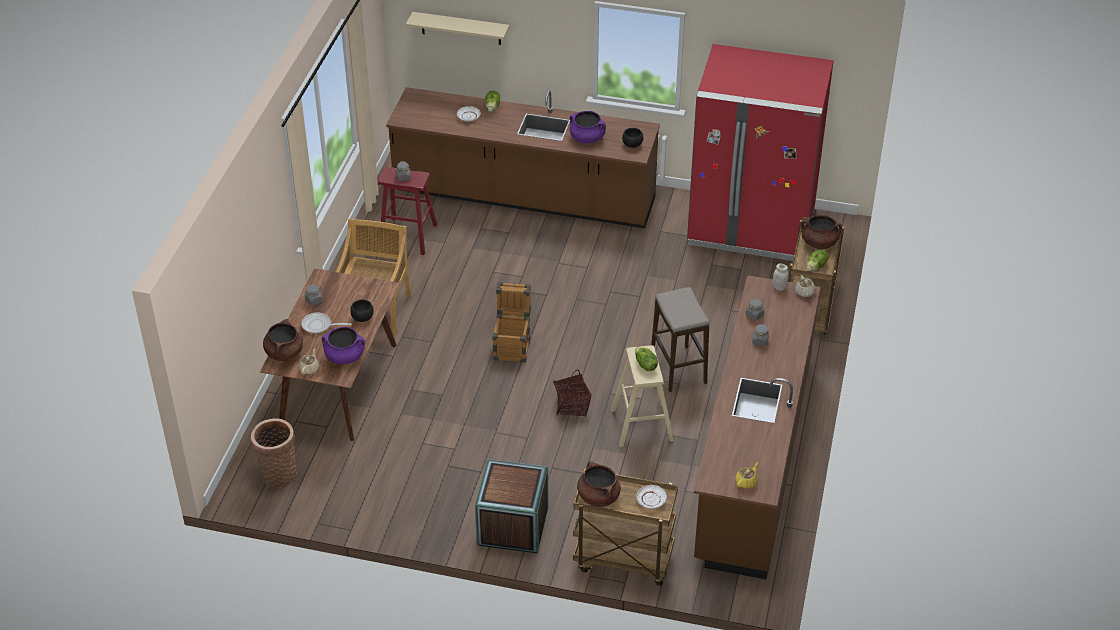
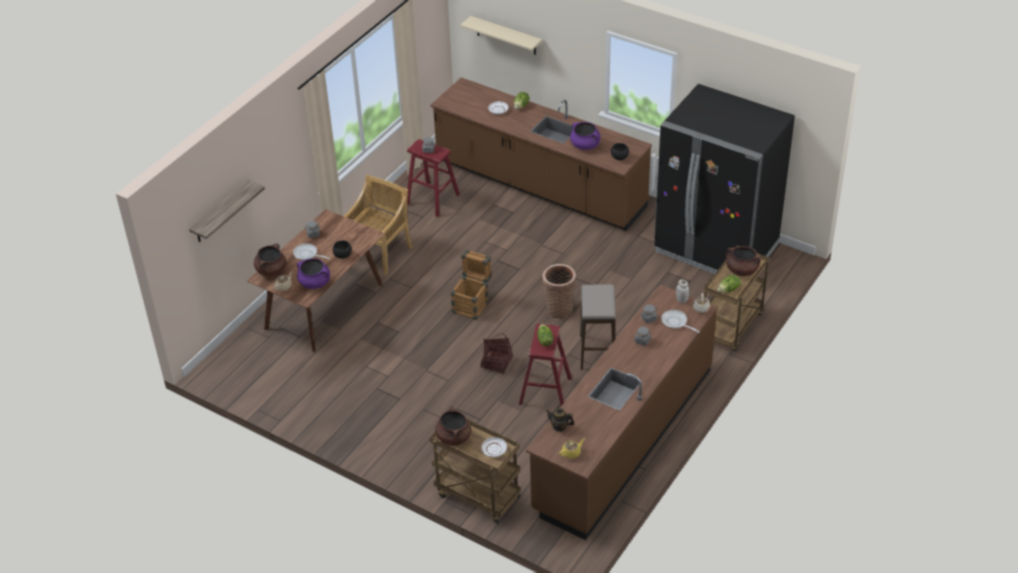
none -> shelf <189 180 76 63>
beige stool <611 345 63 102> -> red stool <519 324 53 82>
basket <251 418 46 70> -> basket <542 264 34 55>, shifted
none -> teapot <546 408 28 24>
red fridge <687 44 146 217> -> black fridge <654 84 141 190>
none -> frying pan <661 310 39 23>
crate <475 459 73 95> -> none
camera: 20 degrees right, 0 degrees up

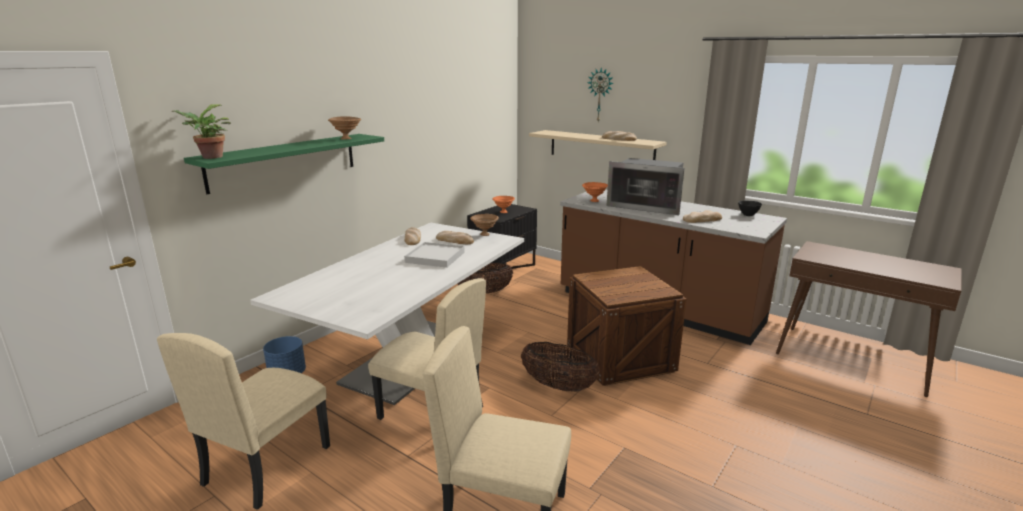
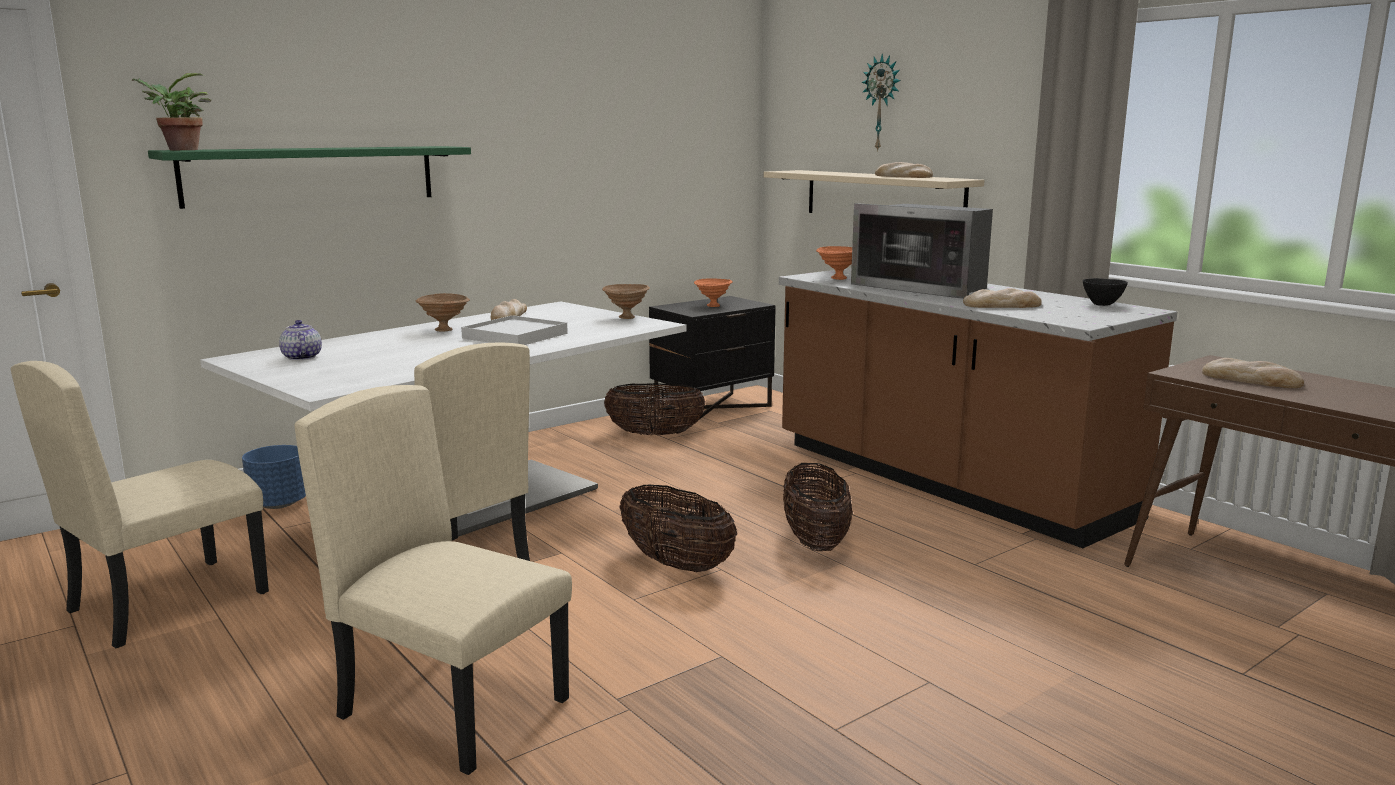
none -> teapot <279 320 43 41>
brown bowl <328 116 33 23> -> brown bowl <416 293 54 38>, shifted
crate <567 266 120 120> -> basket <783 463 70 88>
bread <436 231 38 13> -> bread <1202 358 102 30>, shifted
camera: 15 degrees right, 5 degrees down

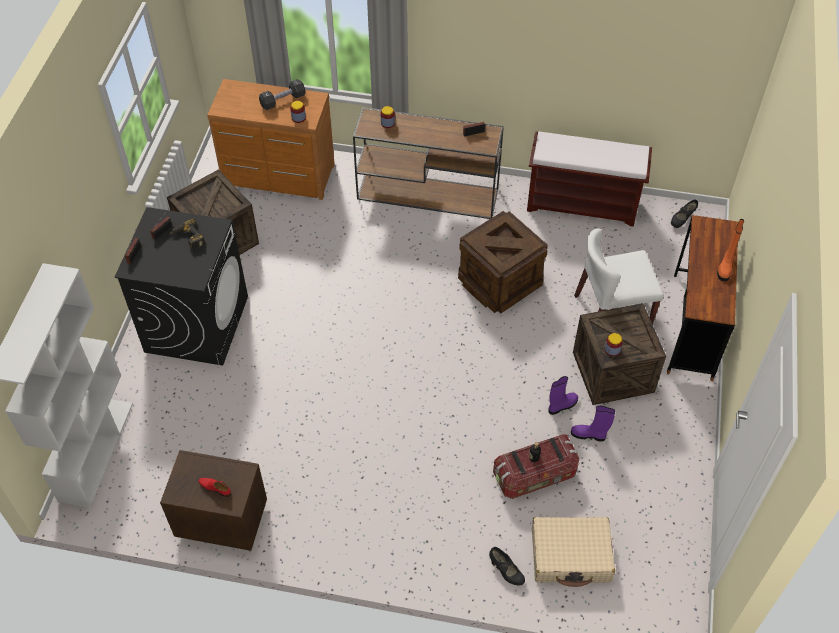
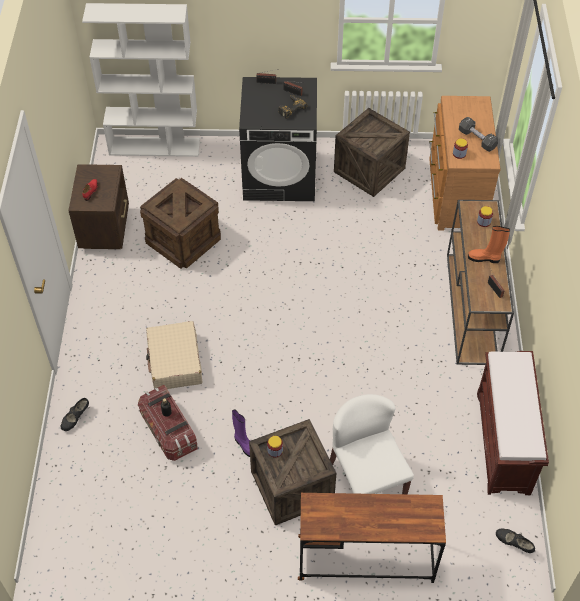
crate <458 211 90 102> -> crate <140 178 81 91>, shifted
beige suitcase <532 517 83 70> -> beige suitcase <146 321 56 68>, shifted
orange boot <717 219 27 62> -> orange boot <468 226 42 37>, shifted
purple boot <571 406 44 35> -> none
camera: 80 degrees right, 0 degrees up

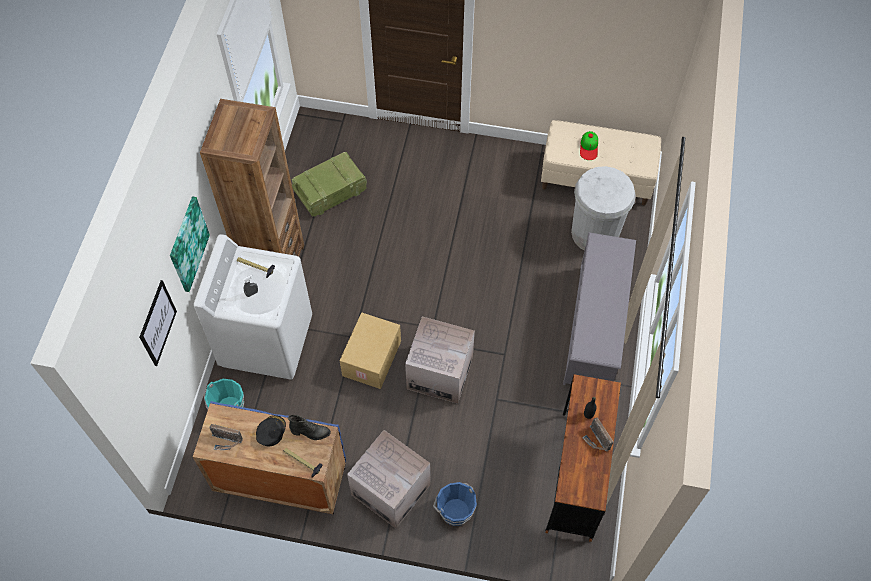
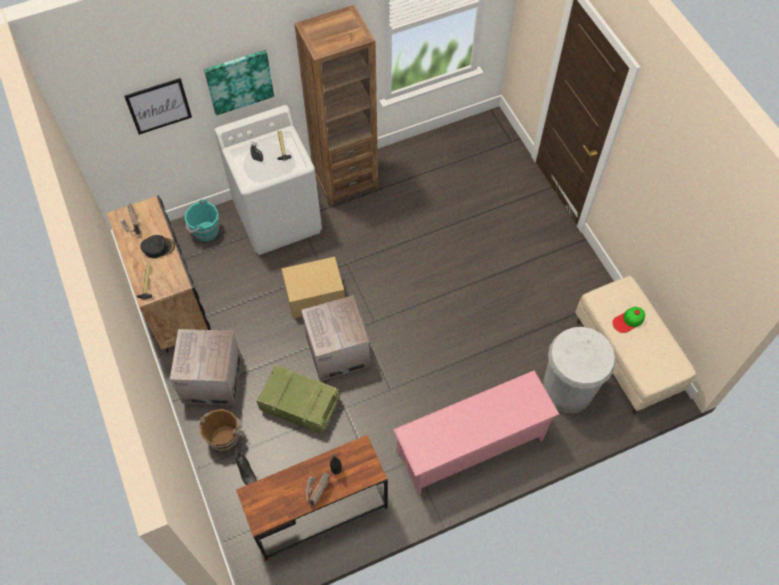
blue cabinet <193 401 153 113> -> black cabinet <107 195 104 158>
blue bucket <433 482 44 44> -> brown bucket <200 409 42 43>
black boot <288 415 43 25> -> black boot <235 448 22 37>, shifted
crate <292 152 75 65> -> crate <257 365 83 69>, shifted
grey shoe rack <563 232 73 153> -> pink shoe rack <393 370 167 124>
camera: 55 degrees right, 0 degrees up

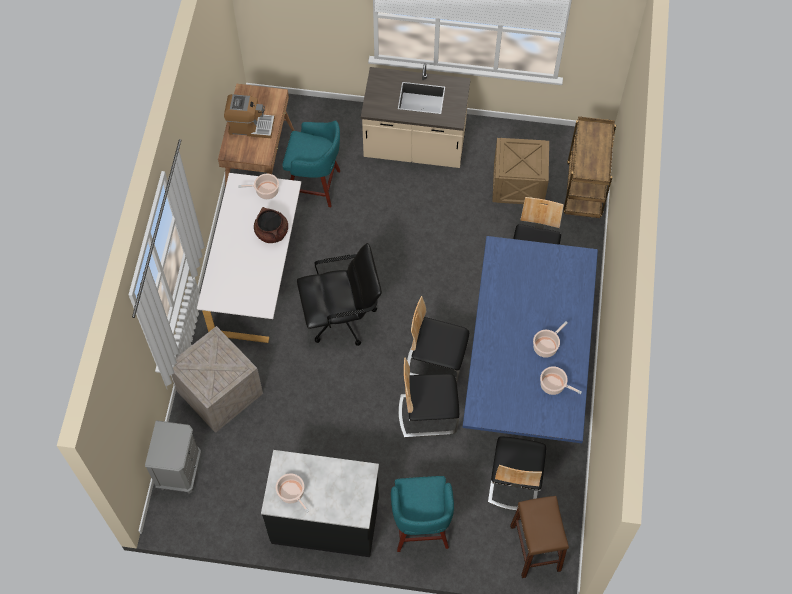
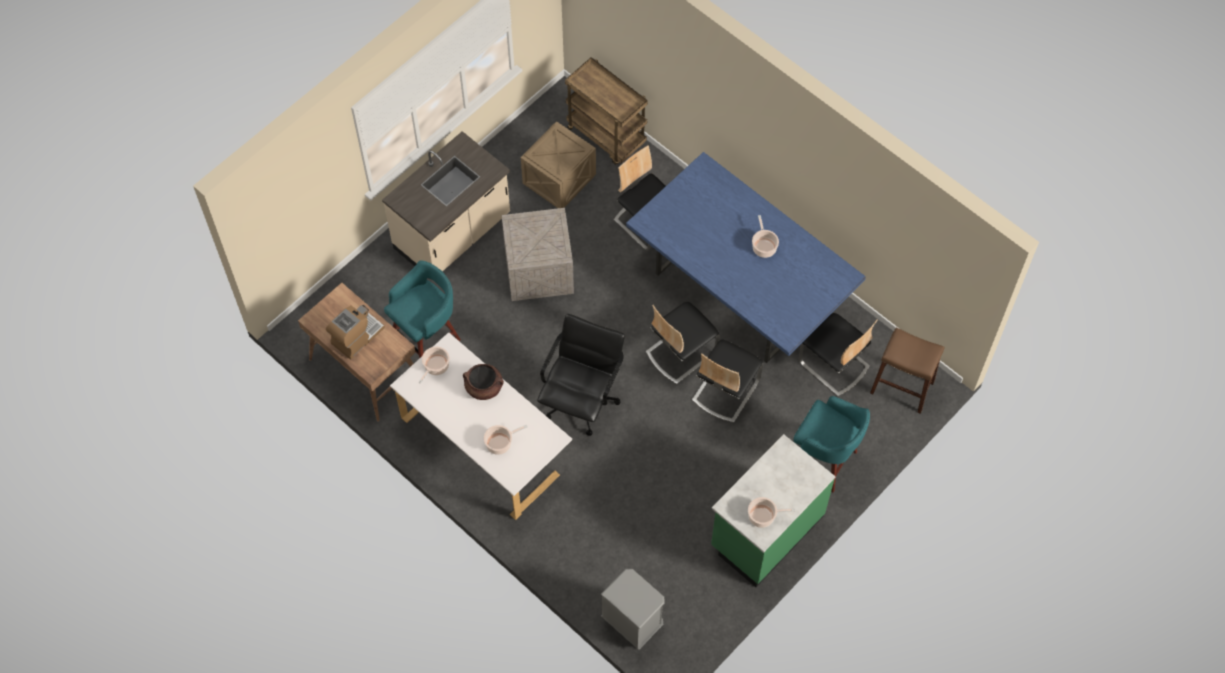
cooking pot <540 366 42 29> -> cooking pot <484 425 44 30>, shifted
crate <171 326 92 107> -> crate <502 208 72 93>, shifted
black counter <261 450 118 107> -> green counter <711 434 124 153>
camera: 55 degrees left, 0 degrees up

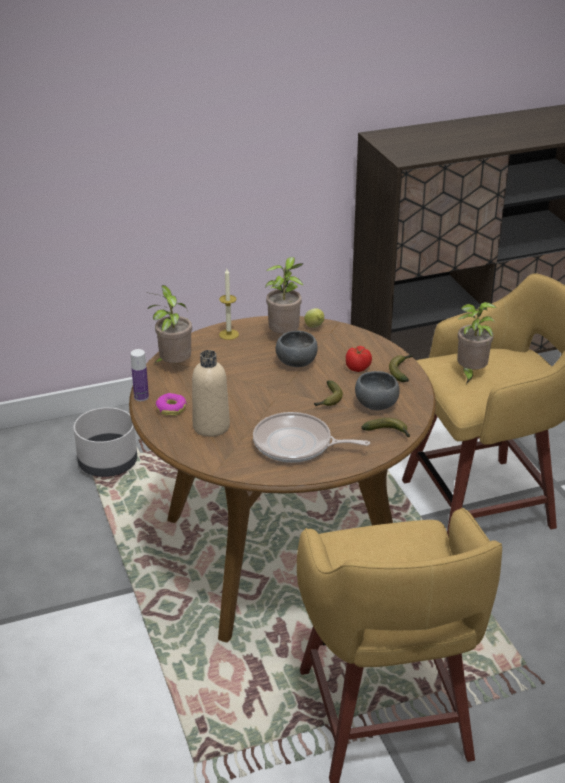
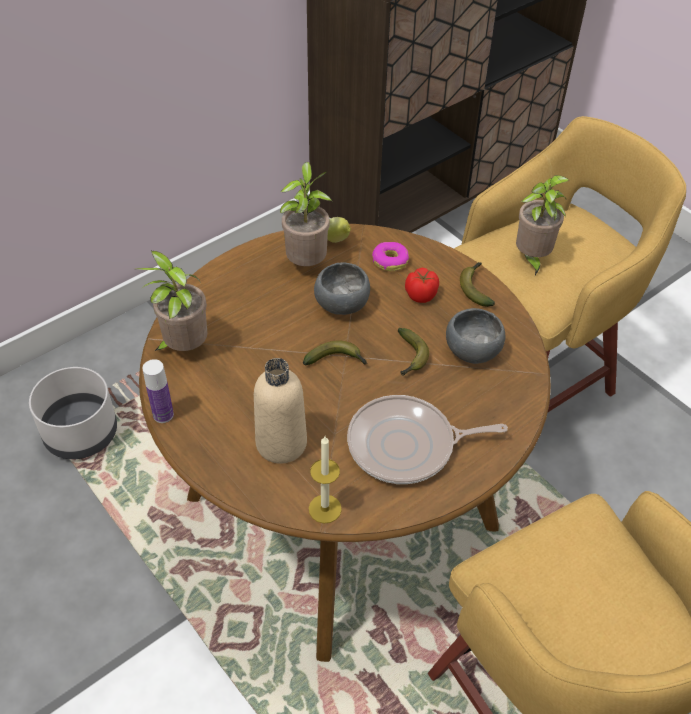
banana <361 418 49 19> -> banana <303 341 64 25>, shifted
candle <219 269 20 71> -> candle <309 436 33 87>, shifted
donut <155 393 32 23> -> donut <372 242 37 29>, shifted
camera: 20 degrees left, 15 degrees up

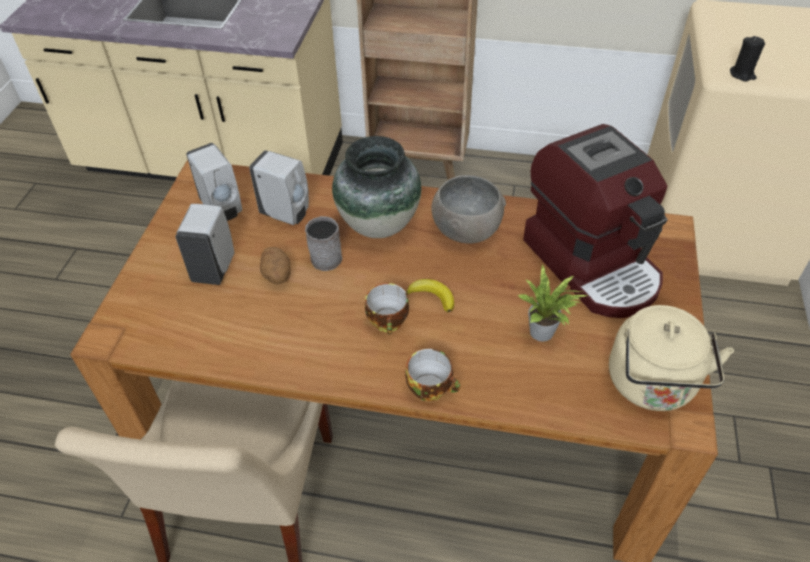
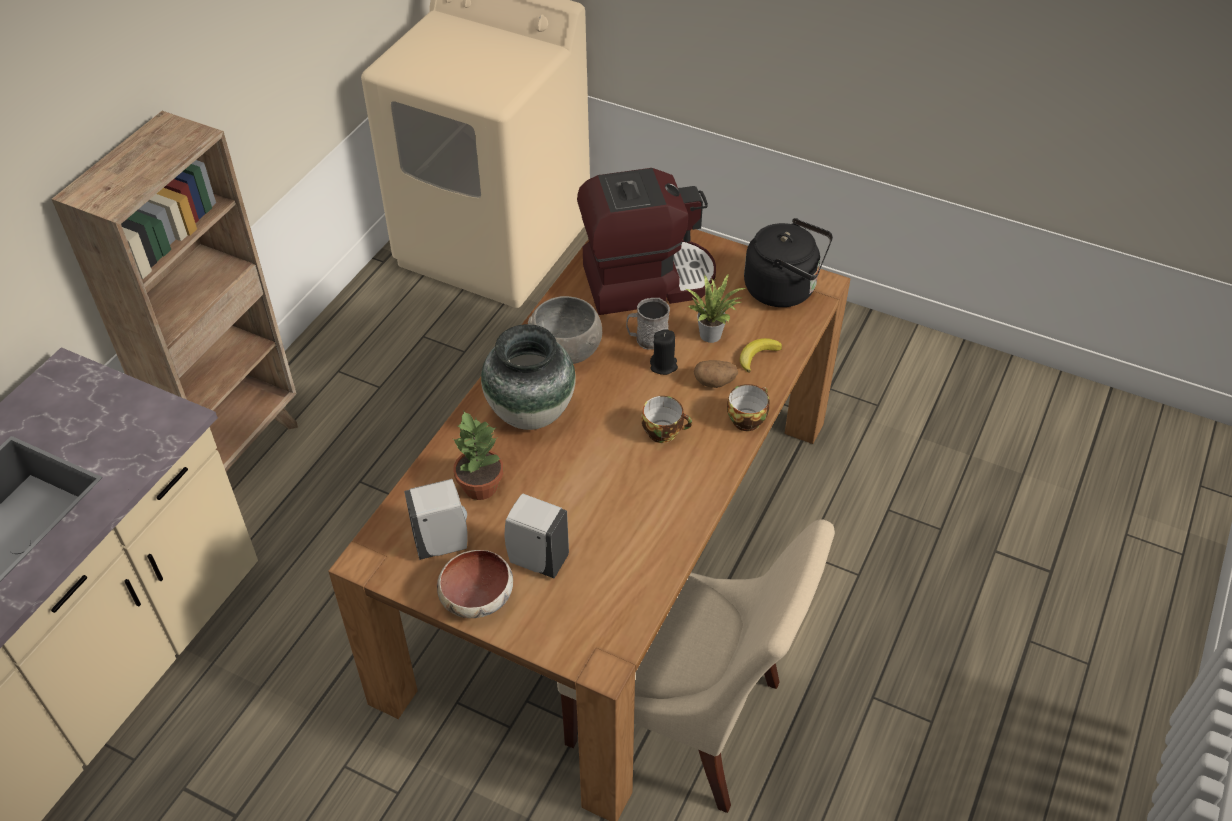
none -> bowl <437 550 76 68>
white soap dispenser <249 150 60 75> -> potted plant <453 410 50 90>
grey mug <305 216 37 55> -> grey mug <626 298 44 51>, shifted
black candle <730 36 35 46> -> black candle <650 329 28 46>, shifted
potato <260 247 31 37> -> potato <694 360 44 28>, shifted
banana <406 279 48 34> -> banana <740 338 42 35>, shifted
beige kettle <609 305 125 106> -> black kettle <744 218 89 89>
camera: 75 degrees left, 0 degrees up

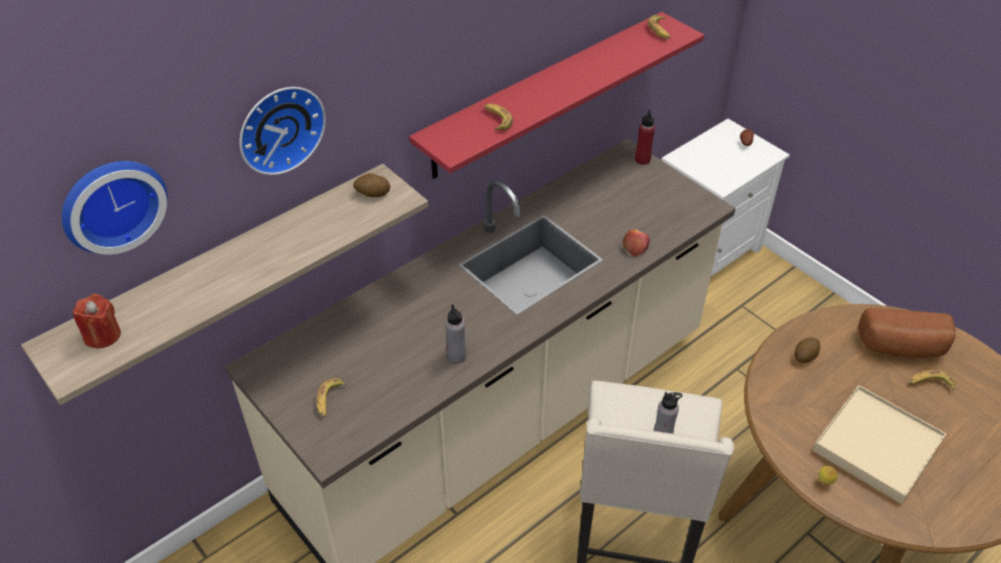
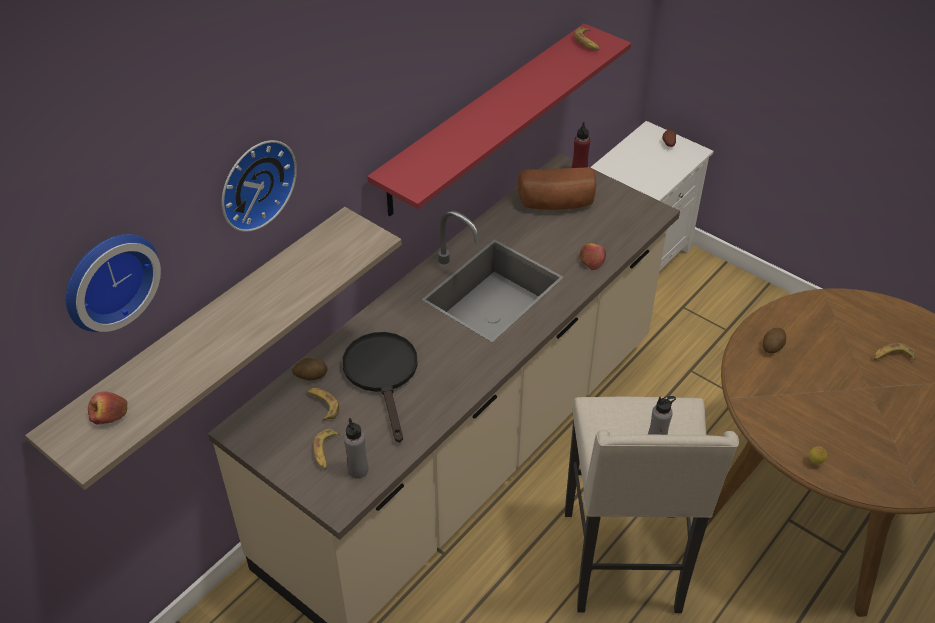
red candle <73 294 48 54> -> apple <88 391 39 34>
potato <353 173 38 24> -> potato <292 358 36 22>, shifted
banana <484 104 29 26> -> banana <307 388 33 33>, shifted
none -> black frying pan <342 332 76 111>
grey bottle <445 304 21 60> -> grey bottle <344 418 24 60>, shifted
bread <858 308 98 50> -> bread <518 168 78 42>, shifted
beige tray <812 385 134 119> -> none
camera: 10 degrees left, 0 degrees up

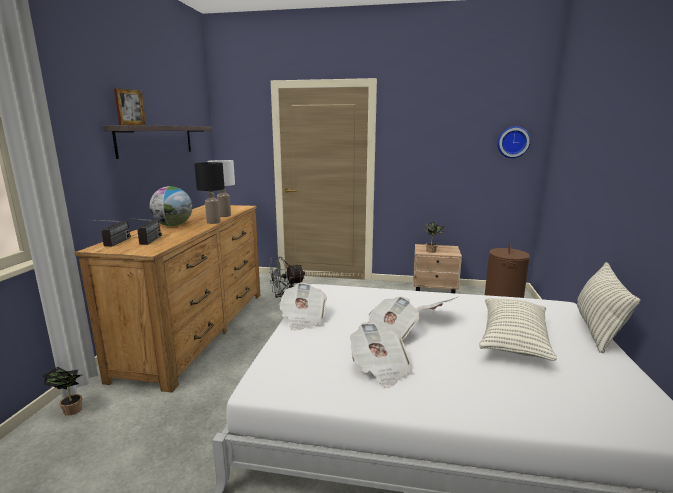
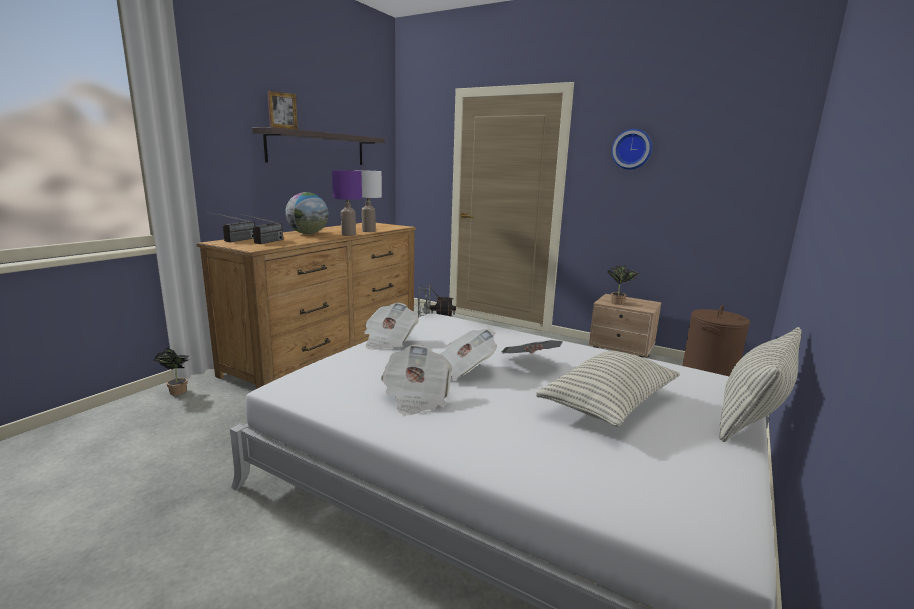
black table lamp <194 162 31 62> -> purple table lamp <332 170 30 66>
wall clock <497 126 33 32> -> wall clock <612 129 40 41>, shifted
camera: 20 degrees right, 0 degrees up

